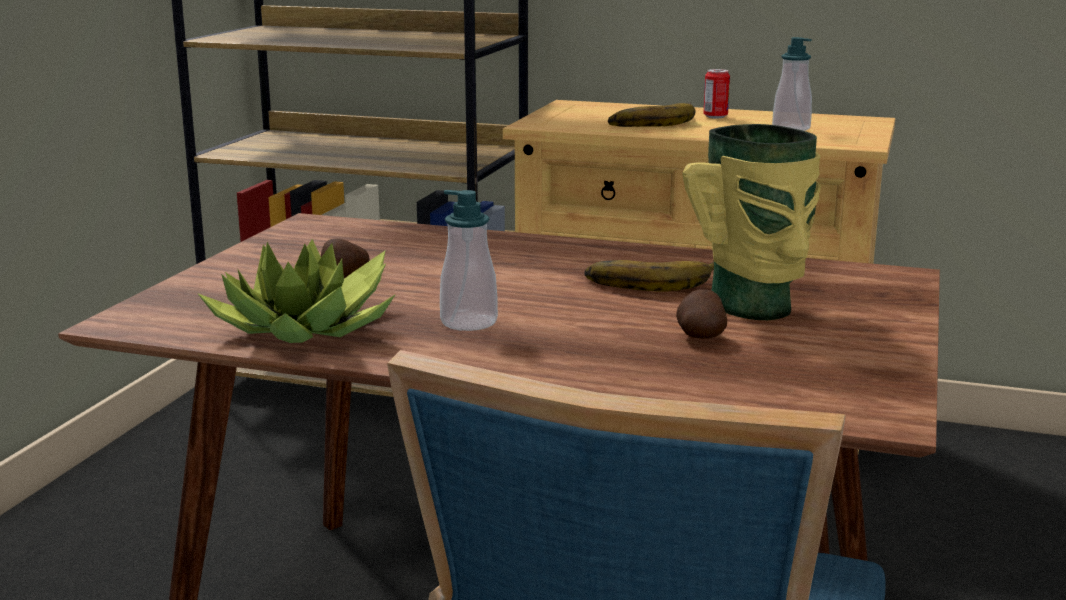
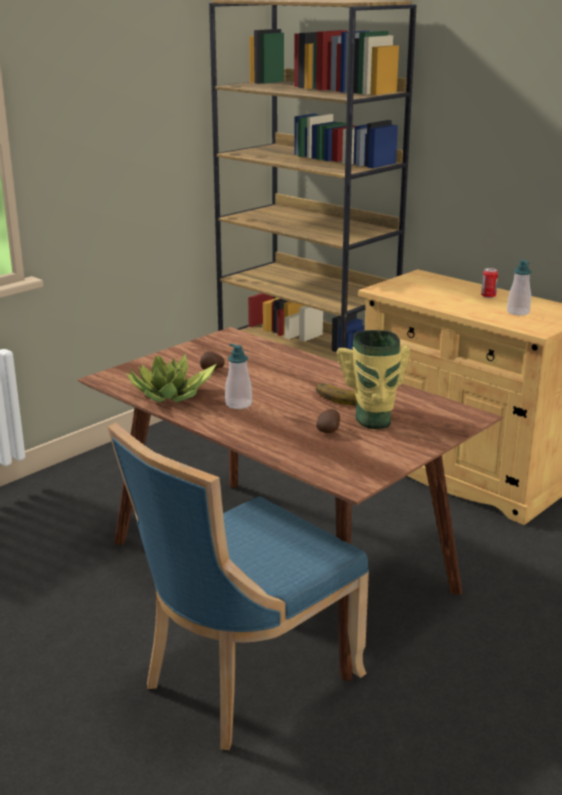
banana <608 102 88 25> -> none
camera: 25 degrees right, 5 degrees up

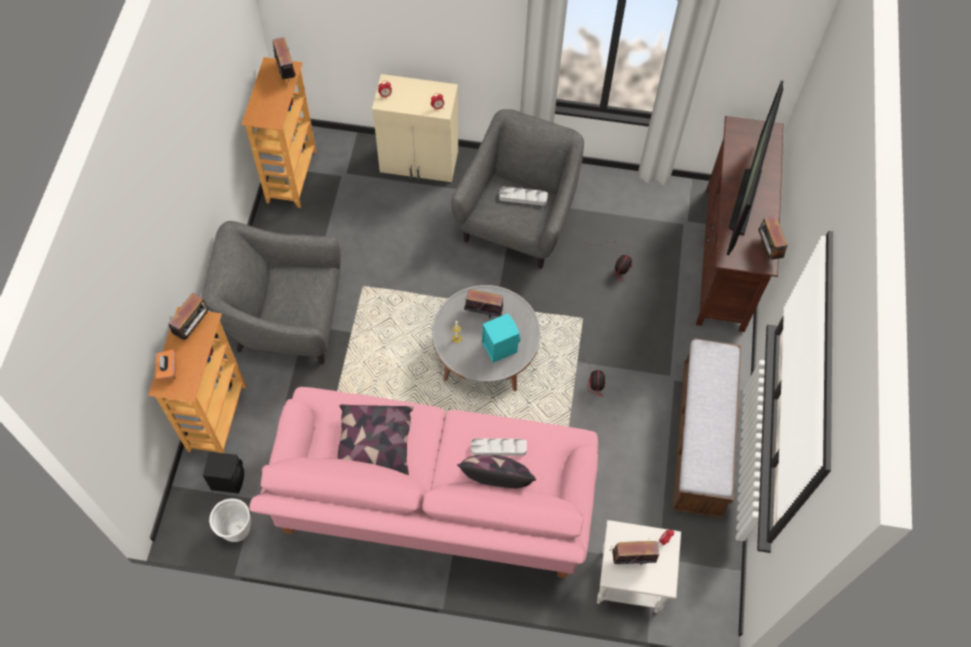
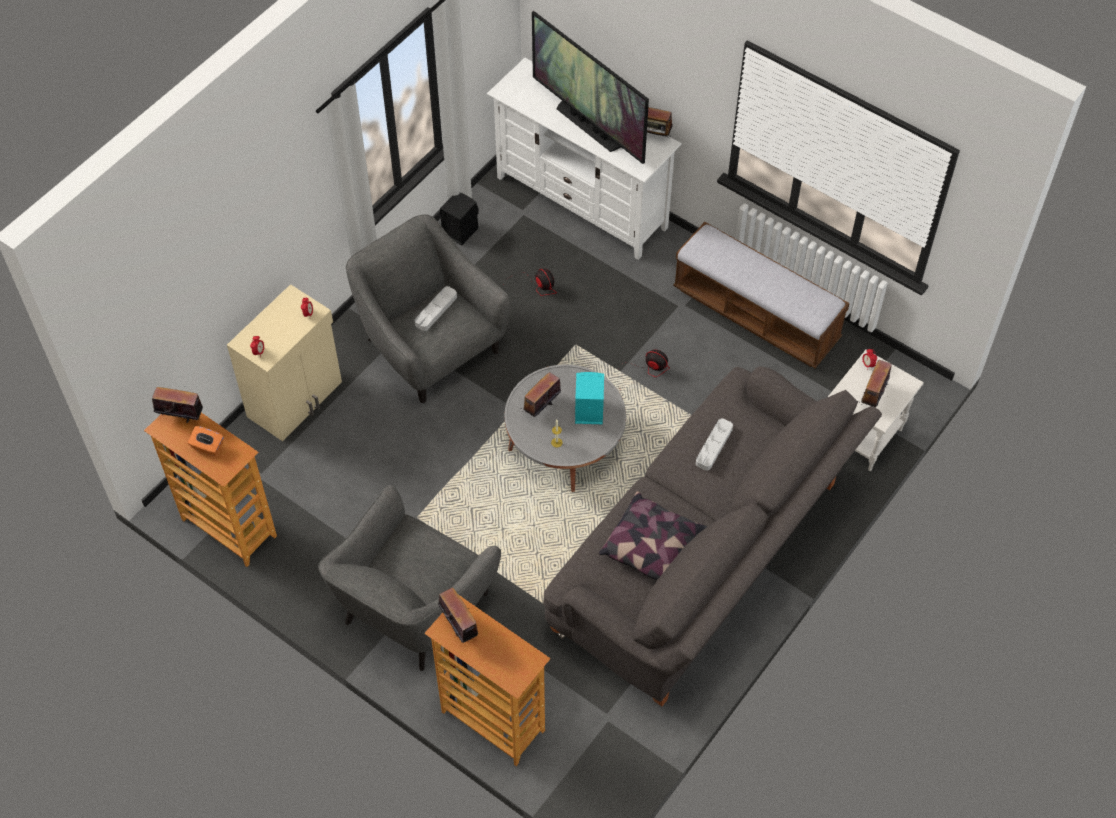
orange tissue box <155 350 21 31> -> orange tissue box <188 426 36 30>, shifted
black speaker <203 451 41 43> -> black speaker <440 192 39 53>, shifted
brown tv stand <696 116 87 216> -> white tv stand <487 58 195 202>
pink sofa <249 387 349 191> -> grey sofa <543 366 339 340>
white planter <209 498 42 44> -> none
pillow <457 455 79 33> -> none
camera: 60 degrees left, 5 degrees down

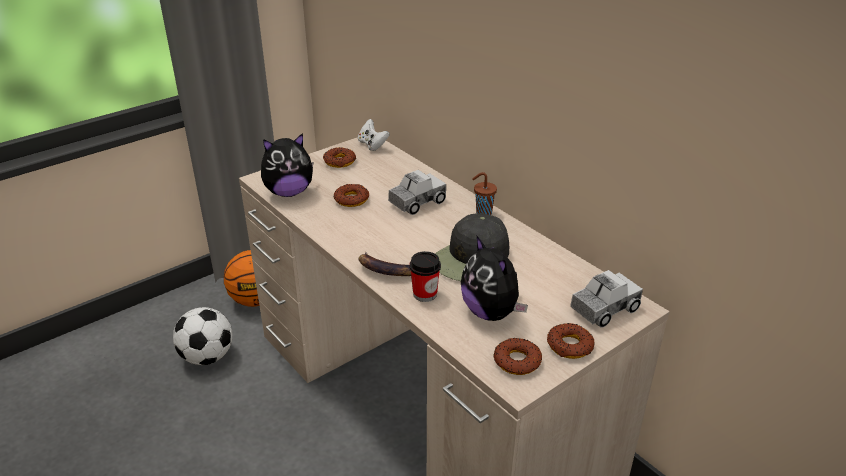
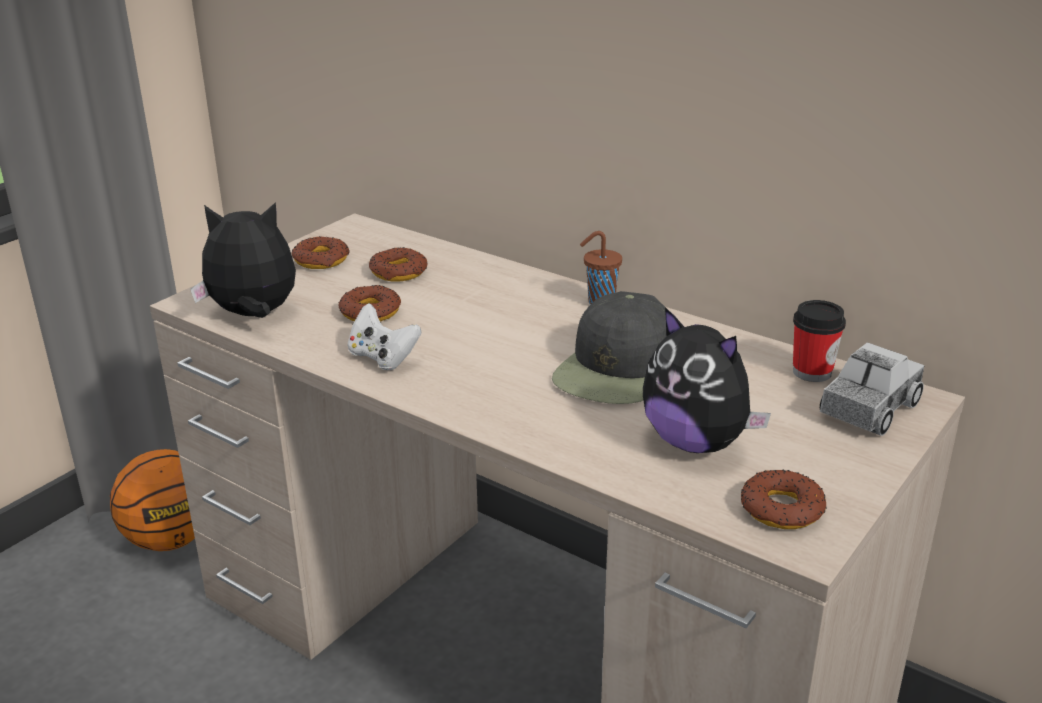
plush toy <261 133 53 64> -> plush toy <190 202 106 116>, 150 degrees counterclockwise
white game controller <358 119 32 32> -> white game controller <348 303 74 67>, shifted
donut <547 323 48 36> -> donut <369 248 58 34>, shifted
cup <409 251 32 51> -> cup <793 300 53 82>, shifted
football <173 307 60 58> -> none
banana <358 252 53 24> -> none
toy truck <388 170 58 45> -> none
camera: 15 degrees left, 5 degrees down

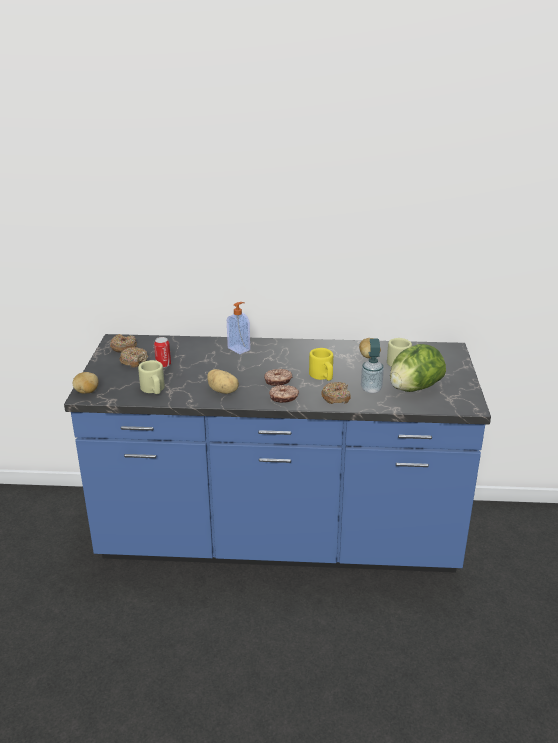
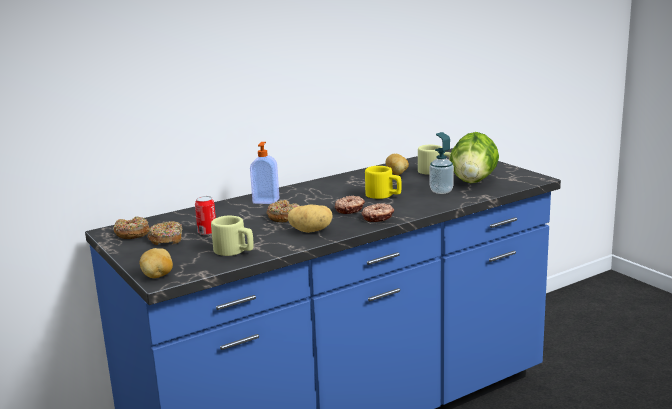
donut <321 382 30 22> -> donut <266 200 33 22>, shifted
camera: 35 degrees left, 10 degrees down

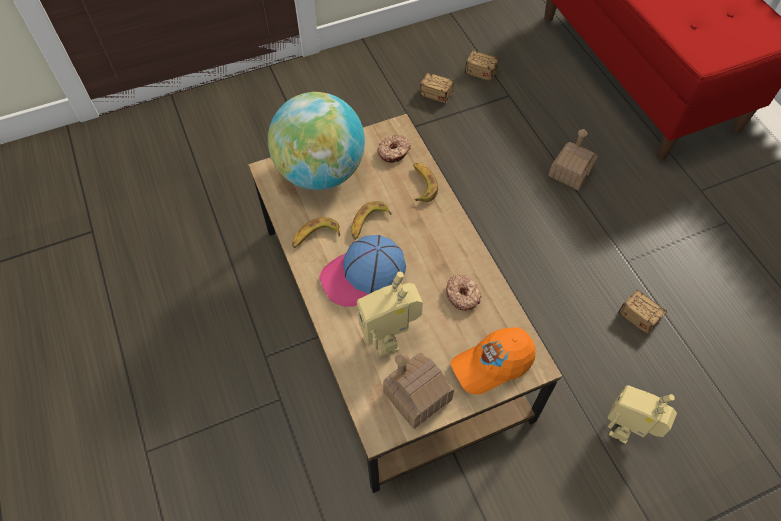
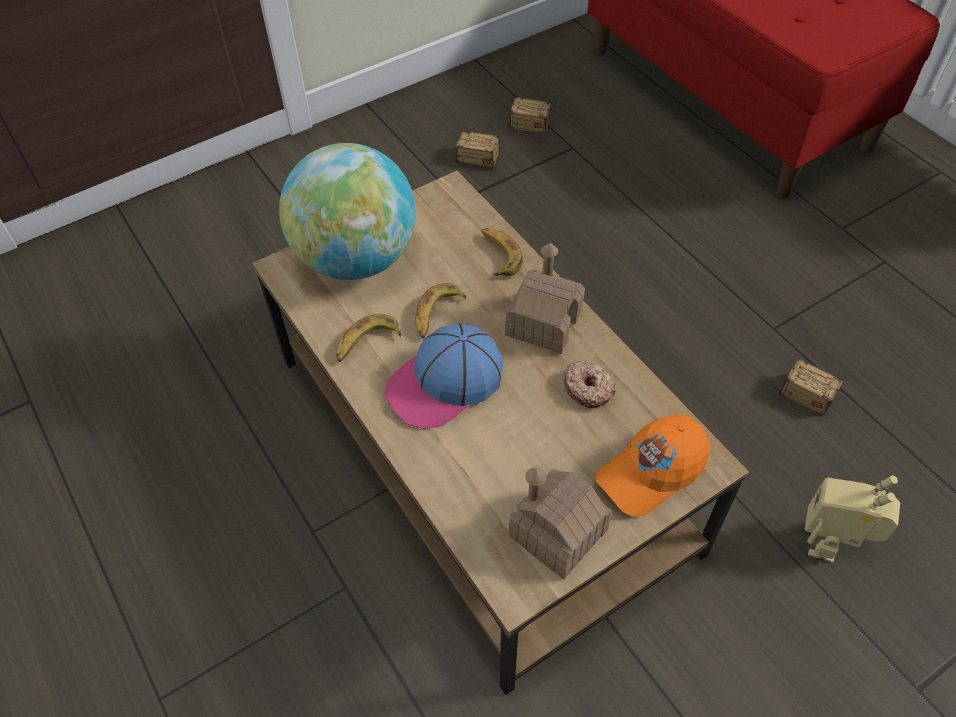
toy house <548 129 50 61> -> toy house <505 243 80 111>, shifted
toy robot <357 272 66 84> -> none
donut <377 135 34 28> -> none
camera: 10 degrees left, 5 degrees down

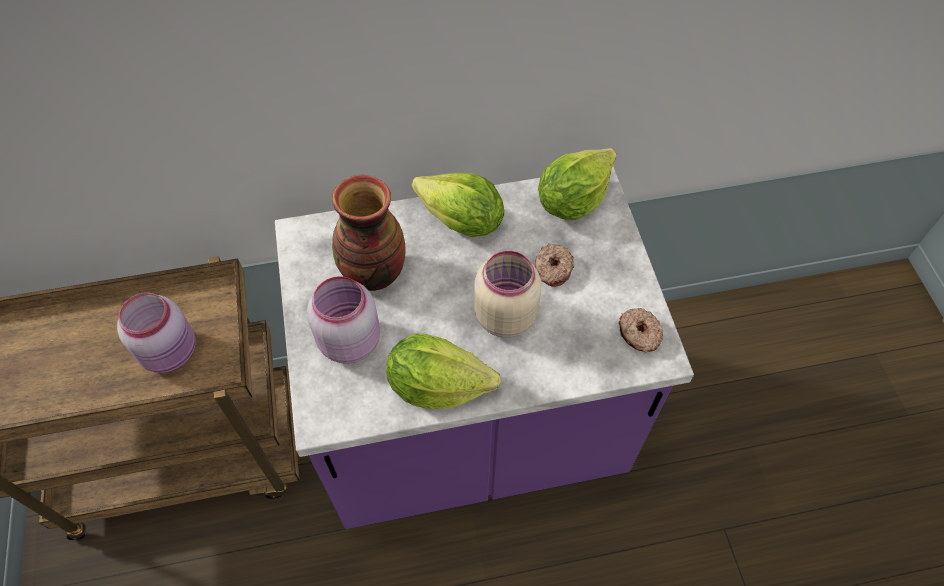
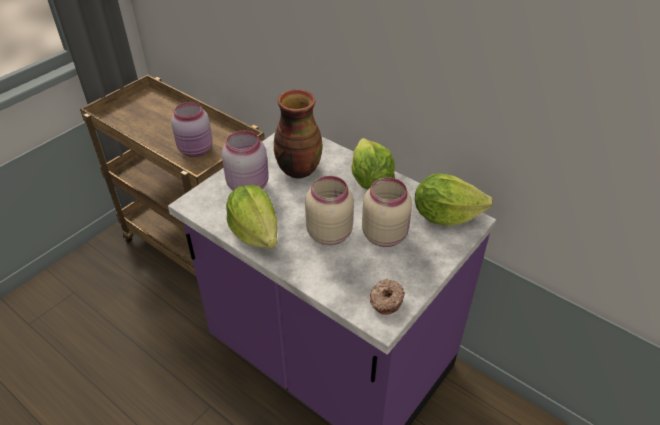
donut <534 243 40 44> -> beige jar <362 177 50 70>
camera: 50 degrees right, 15 degrees down

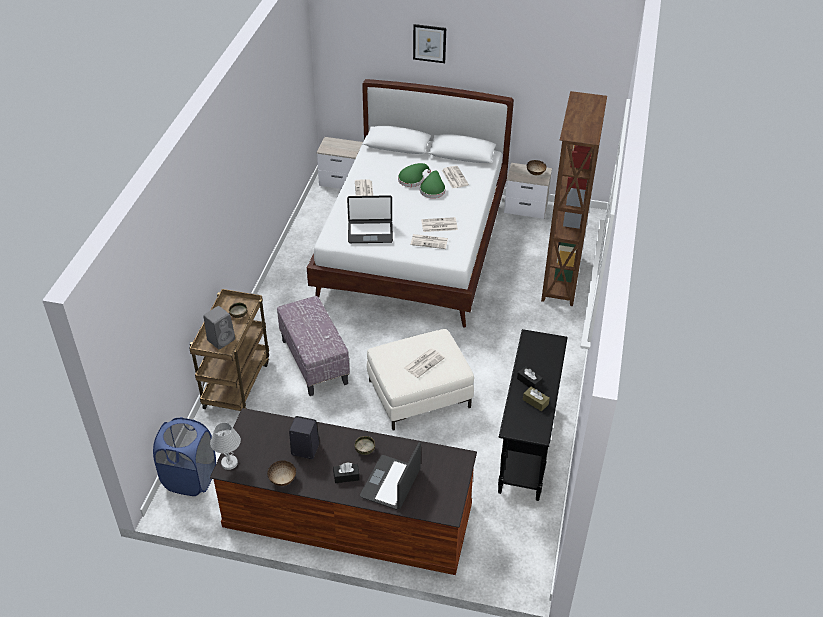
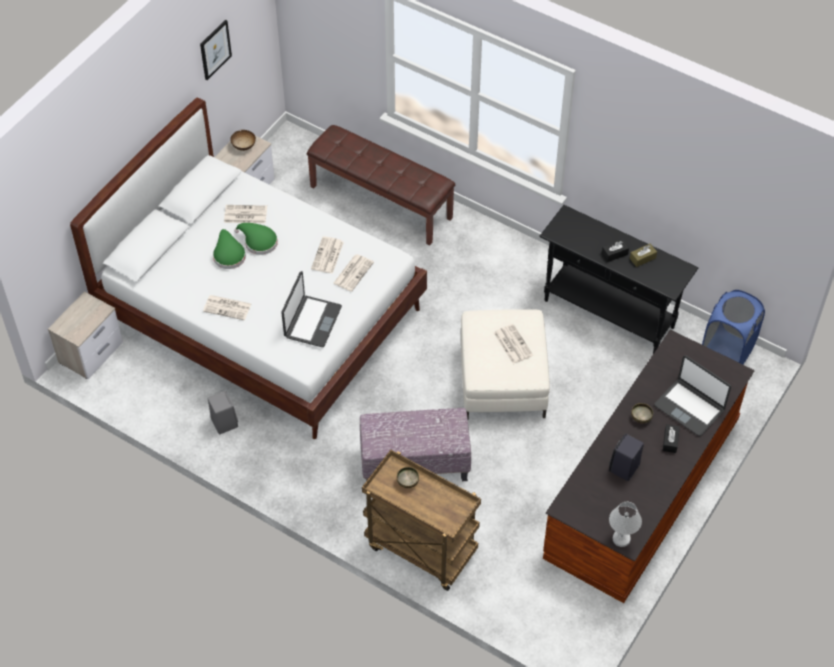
picture <413 24 33 39> -> picture <200 20 32 60>, shifted
grey speaker <203 306 32 44> -> grey speaker <207 391 31 43>, shifted
brown bookcase <541 91 66 215> -> brown bench <307 125 148 120>
blue laundry basket <153 417 63 79> -> blue laundry basket <702 290 63 74>, shifted
bowl <267 461 29 25> -> none
camera: 70 degrees left, 10 degrees up

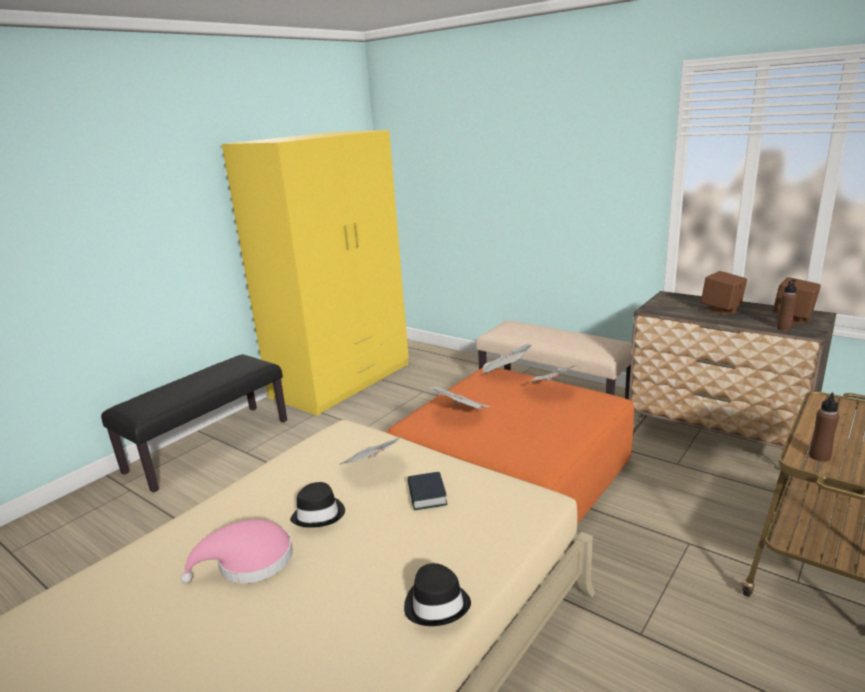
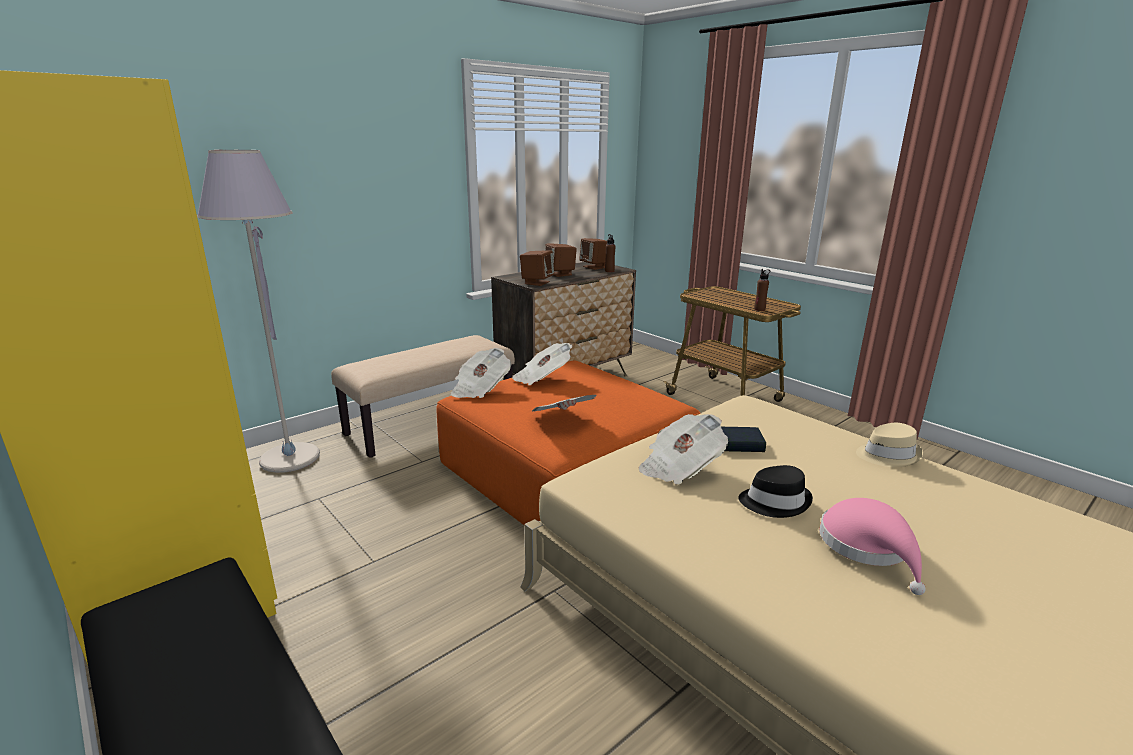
none -> grey floor lamp <197 150 123 323>
none -> brown speaker <520 250 34 36>
black hat <404 563 67 63> -> beige hat <856 423 67 44>
camera: 80 degrees left, 0 degrees up

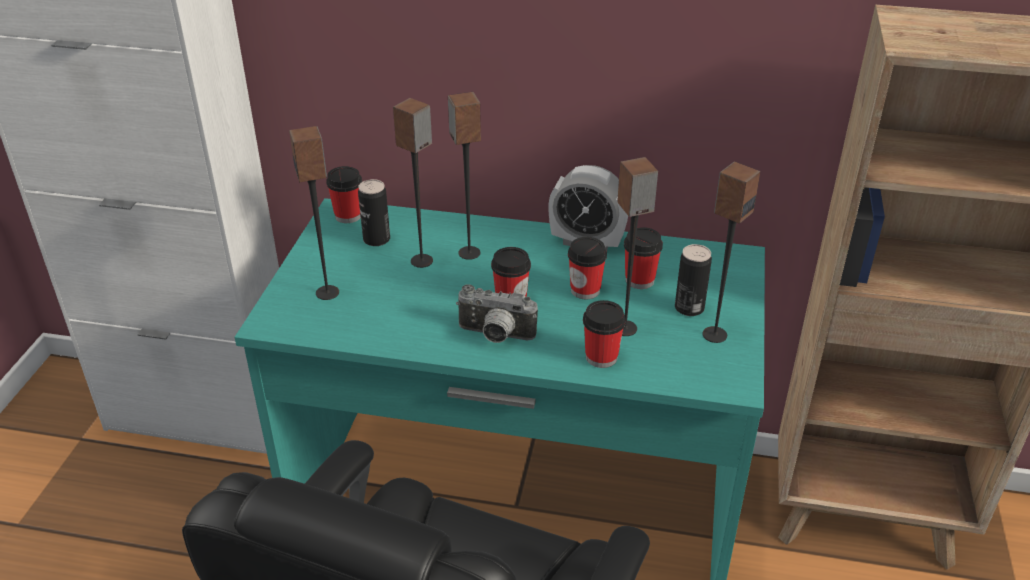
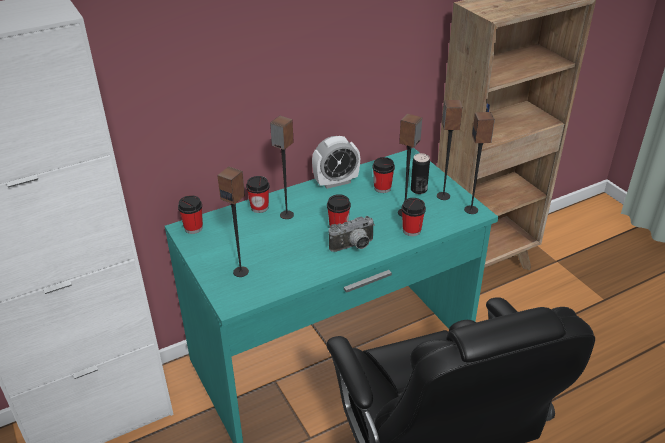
cup <568 237 39 62> -> cup <246 176 24 37>, shifted
speaker <393 98 40 170> -> speaker <464 112 31 102>, shifted
can <358 179 32 67> -> none
camera: 40 degrees left, 0 degrees up

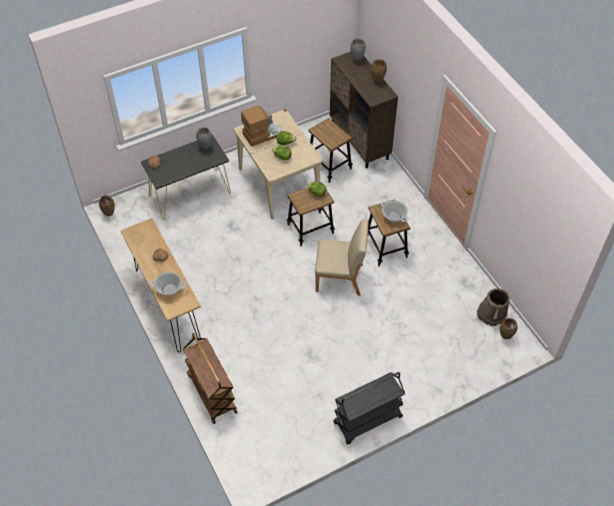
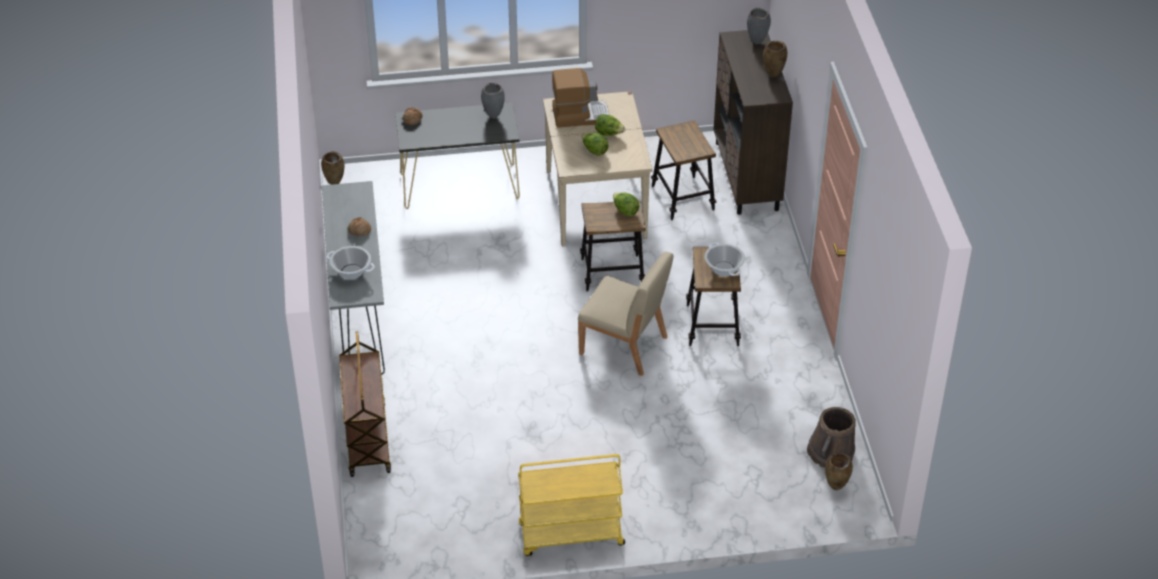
brown console table <120 218 81 134> -> grey console table <322 181 63 193>
black cart <333 372 72 73> -> yellow cart <518 454 107 102>
camera: 20 degrees right, 10 degrees down

